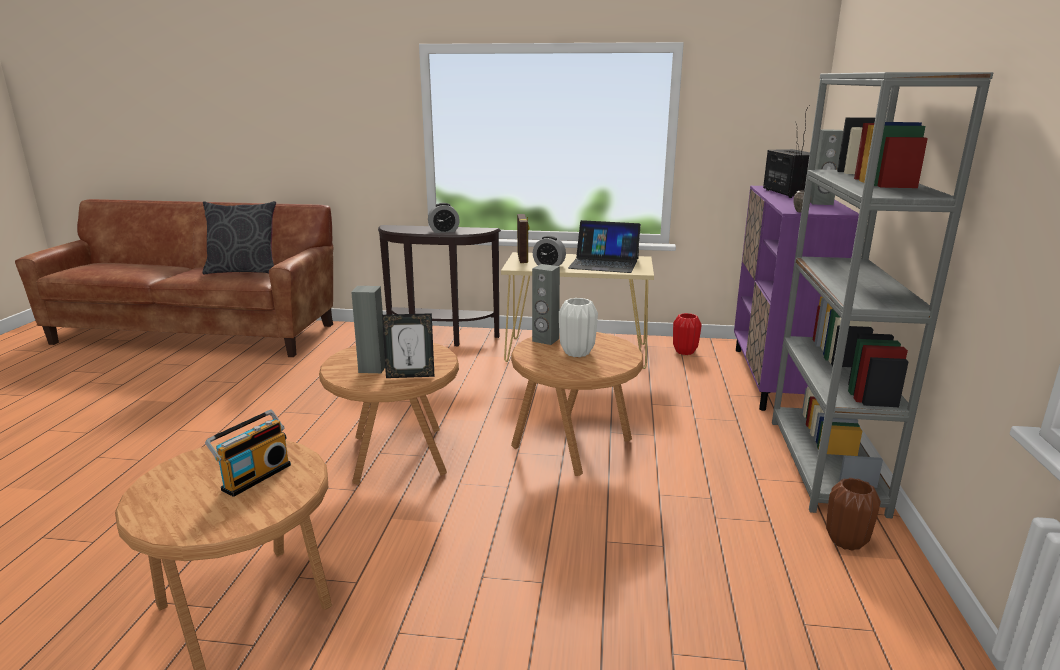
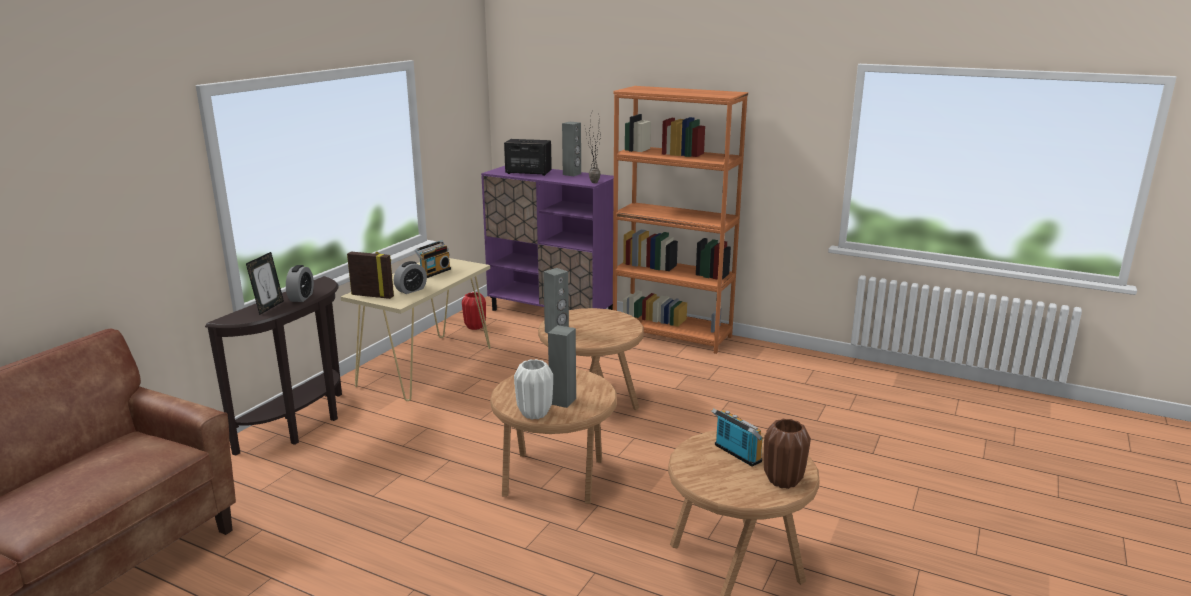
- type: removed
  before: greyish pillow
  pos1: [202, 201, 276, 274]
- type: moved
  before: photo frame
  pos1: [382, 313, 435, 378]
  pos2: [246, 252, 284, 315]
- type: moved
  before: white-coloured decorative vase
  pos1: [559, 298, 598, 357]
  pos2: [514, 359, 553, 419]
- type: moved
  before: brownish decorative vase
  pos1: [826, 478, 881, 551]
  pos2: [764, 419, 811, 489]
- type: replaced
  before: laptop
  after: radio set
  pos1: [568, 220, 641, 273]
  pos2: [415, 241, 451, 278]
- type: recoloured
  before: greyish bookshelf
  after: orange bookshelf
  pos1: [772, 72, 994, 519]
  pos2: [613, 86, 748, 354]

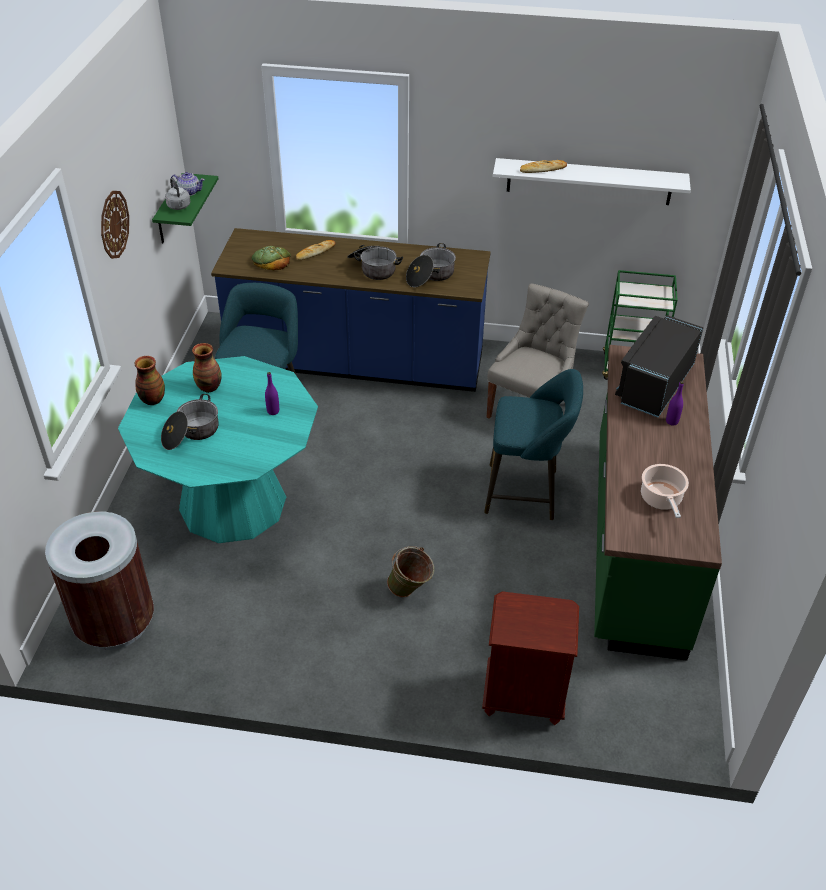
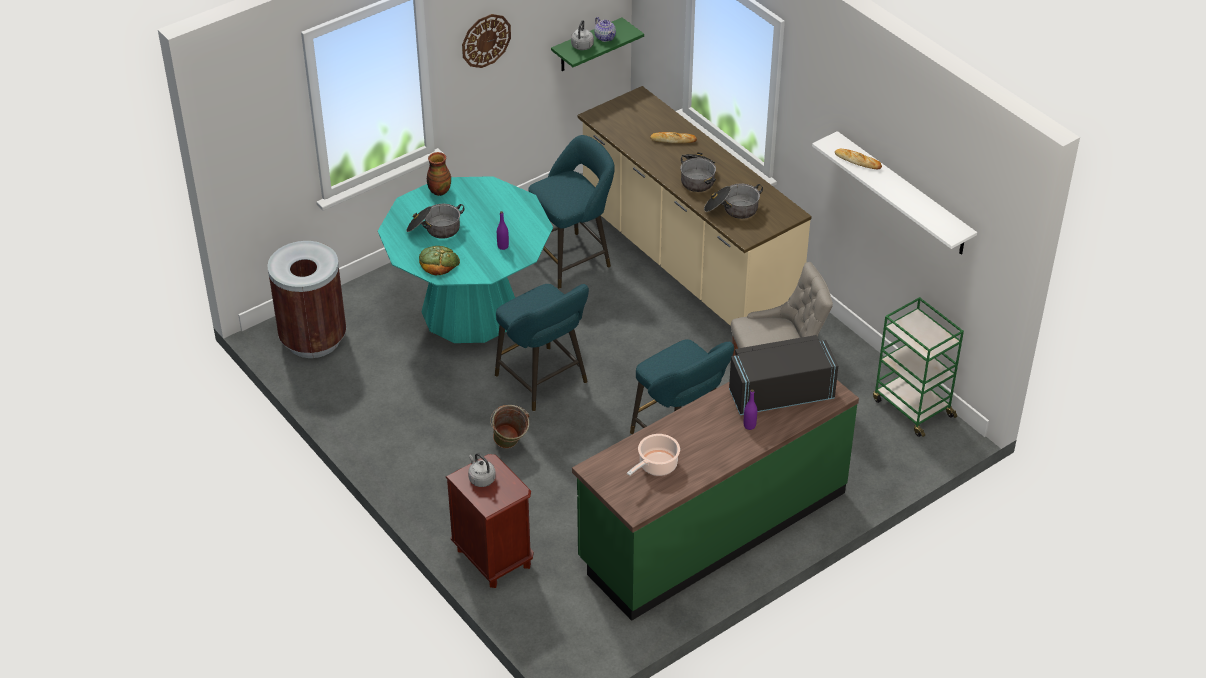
- type: removed
  before: decorative vase
  pos1: [192, 343, 222, 392]
- type: added
  after: greyish water kettle
  pos2: [468, 453, 496, 487]
- type: added
  after: turquoise stool
  pos2: [495, 284, 589, 411]
- type: moved
  before: bakery bread
  pos1: [251, 246, 291, 270]
  pos2: [419, 246, 460, 275]
- type: recoloured
  before: blue-coloured kitchen counter
  after: sand-coloured kitchen counter
  pos1: [211, 228, 491, 392]
  pos2: [578, 86, 812, 326]

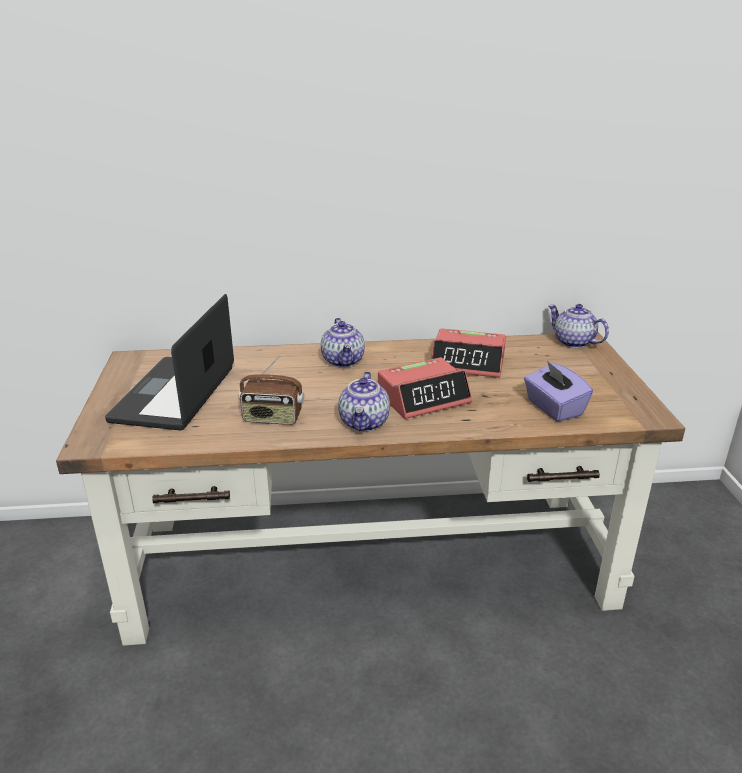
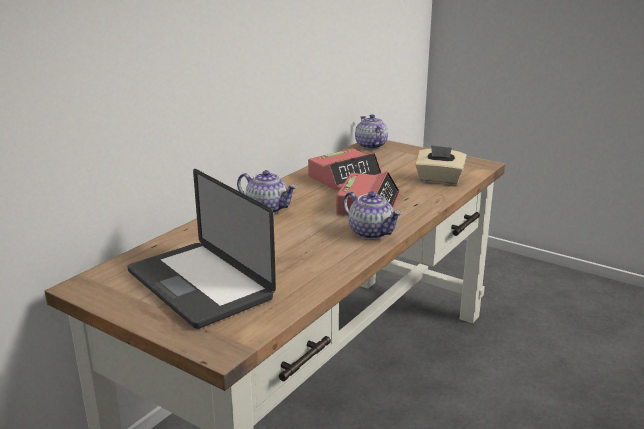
- type: removed
  before: radio set
  pos1: [238, 355, 304, 425]
- type: recoloured
  before: purplish tissue holder
  after: sand-coloured tissue holder
  pos1: [524, 361, 593, 422]
  pos2: [415, 145, 467, 185]
- type: turned
  before: teapot
  pos1: [548, 304, 609, 348]
  pos2: [355, 114, 388, 149]
  turn: 75

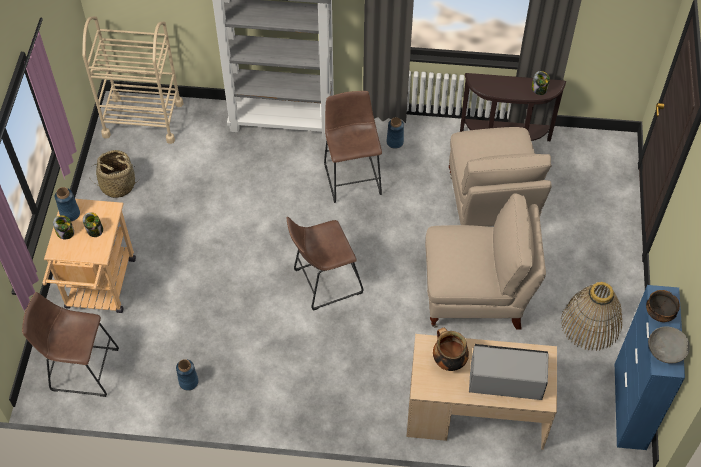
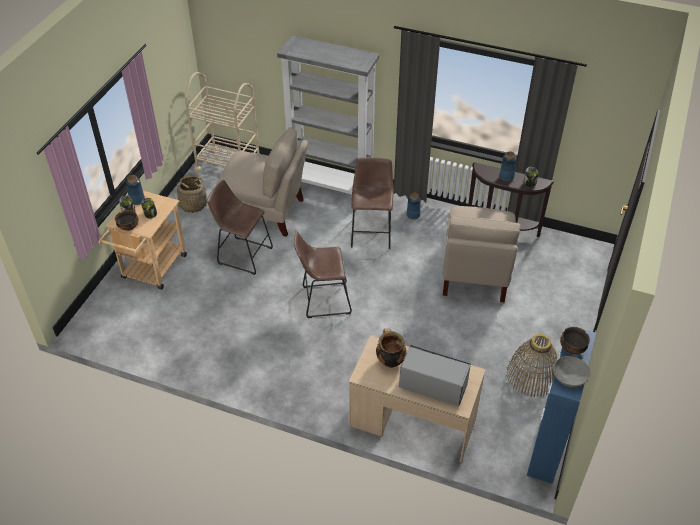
- type: added
  after: deep dish
  pos2: [115, 210, 139, 231]
- type: moved
  before: brownish stool
  pos1: [22, 292, 119, 397]
  pos2: [207, 180, 273, 275]
- type: moved
  before: blue-coloured decorative vase
  pos1: [176, 359, 199, 391]
  pos2: [499, 151, 517, 181]
- type: moved
  before: sand-coloured plain chair
  pos1: [425, 193, 546, 329]
  pos2: [216, 127, 308, 237]

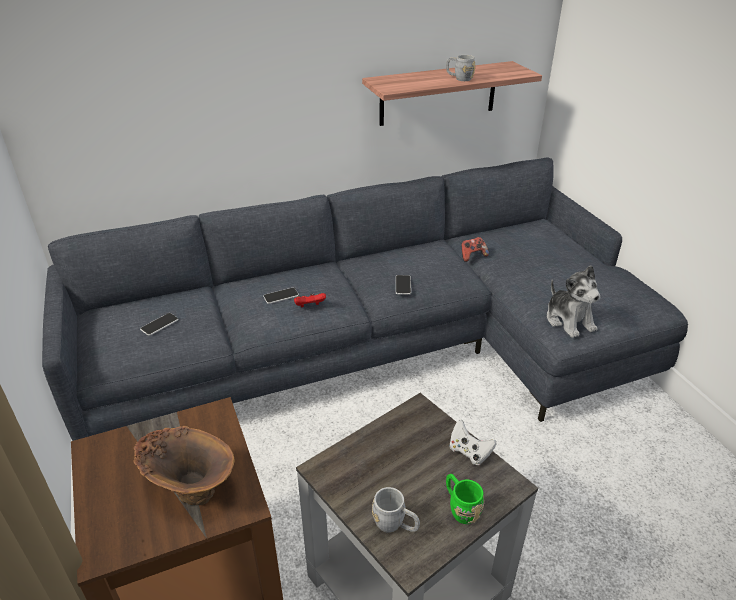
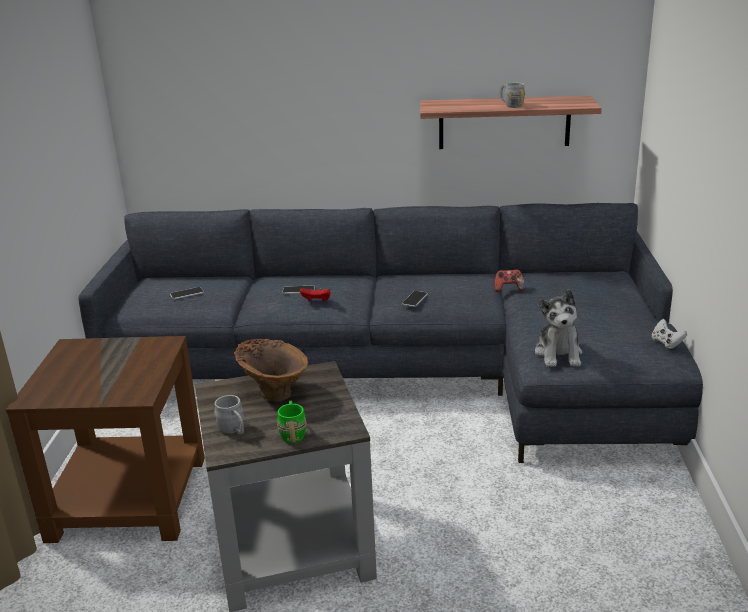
- type: moved
  before: brownish decorative vase
  pos1: [133, 426, 235, 505]
  pos2: [234, 339, 308, 402]
- type: moved
  before: white-coloured game controller
  pos1: [449, 420, 497, 465]
  pos2: [652, 319, 687, 349]

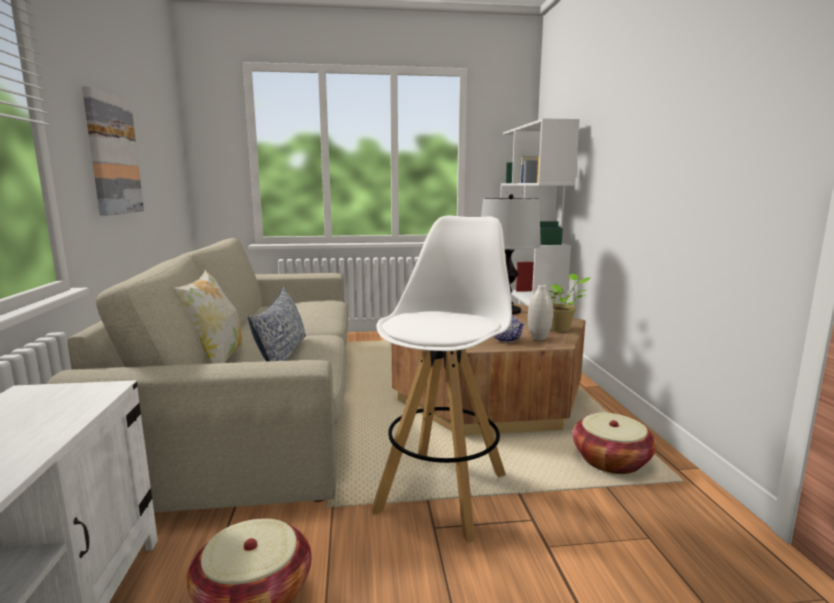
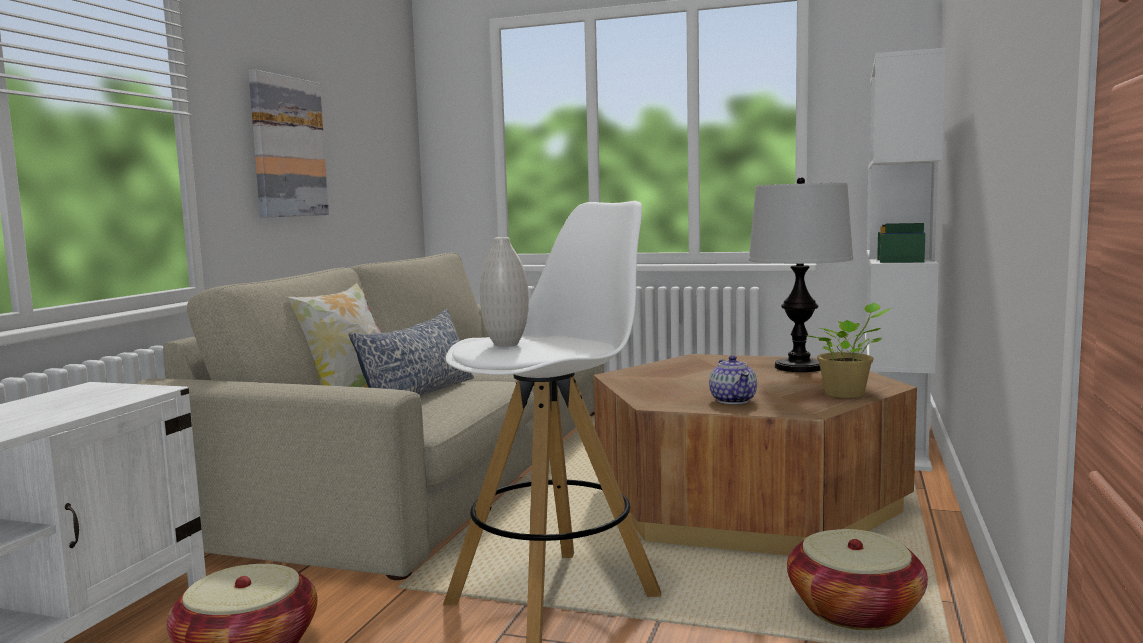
- type: moved
  before: white-coloured decorative vase
  pos1: [528, 285, 553, 340]
  pos2: [480, 237, 529, 347]

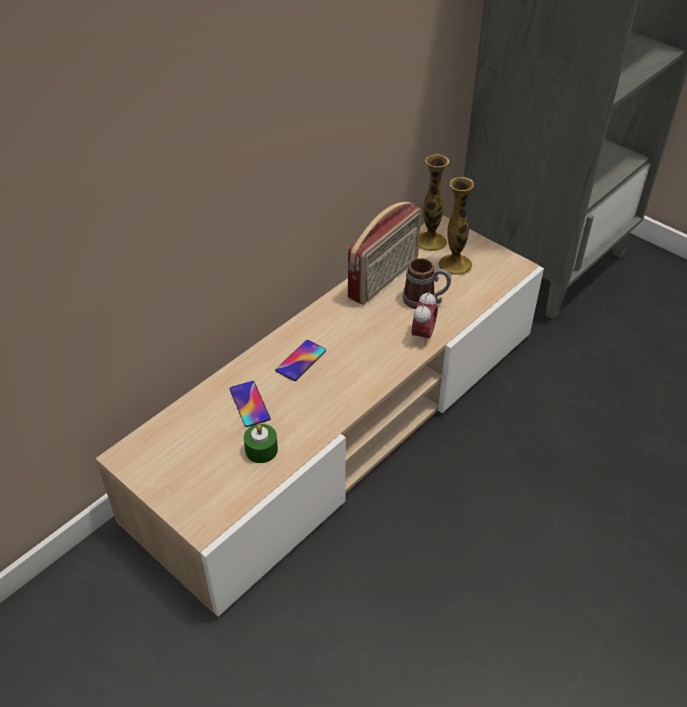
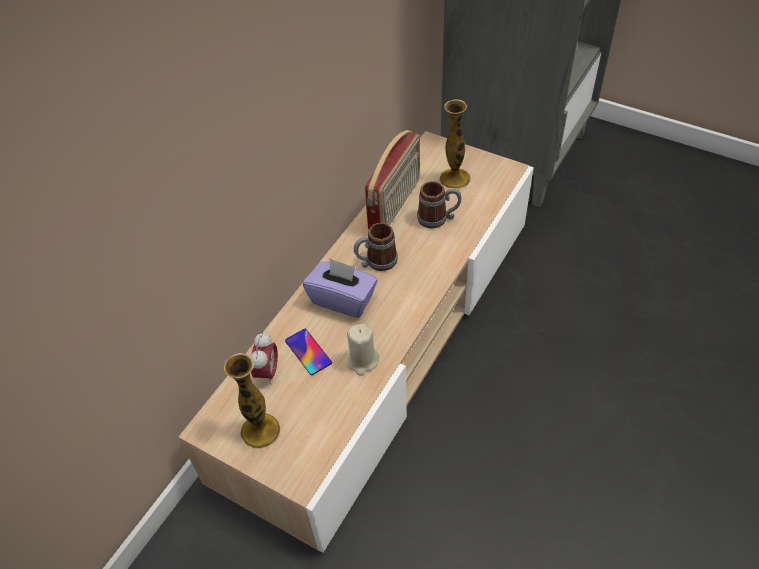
- type: removed
  before: green-coloured candle
  pos1: [244, 424, 278, 463]
- type: added
  after: sand-coloured candle
  pos2: [347, 323, 379, 376]
- type: added
  after: mug
  pos2: [354, 222, 398, 271]
- type: moved
  before: alarm clock
  pos1: [412, 291, 438, 346]
  pos2: [250, 332, 278, 385]
- type: moved
  before: decorative vase
  pos1: [419, 154, 449, 252]
  pos2: [224, 353, 280, 449]
- type: replaced
  before: telephone
  after: purplish tissue holder
  pos1: [275, 340, 326, 381]
  pos2: [303, 258, 378, 318]

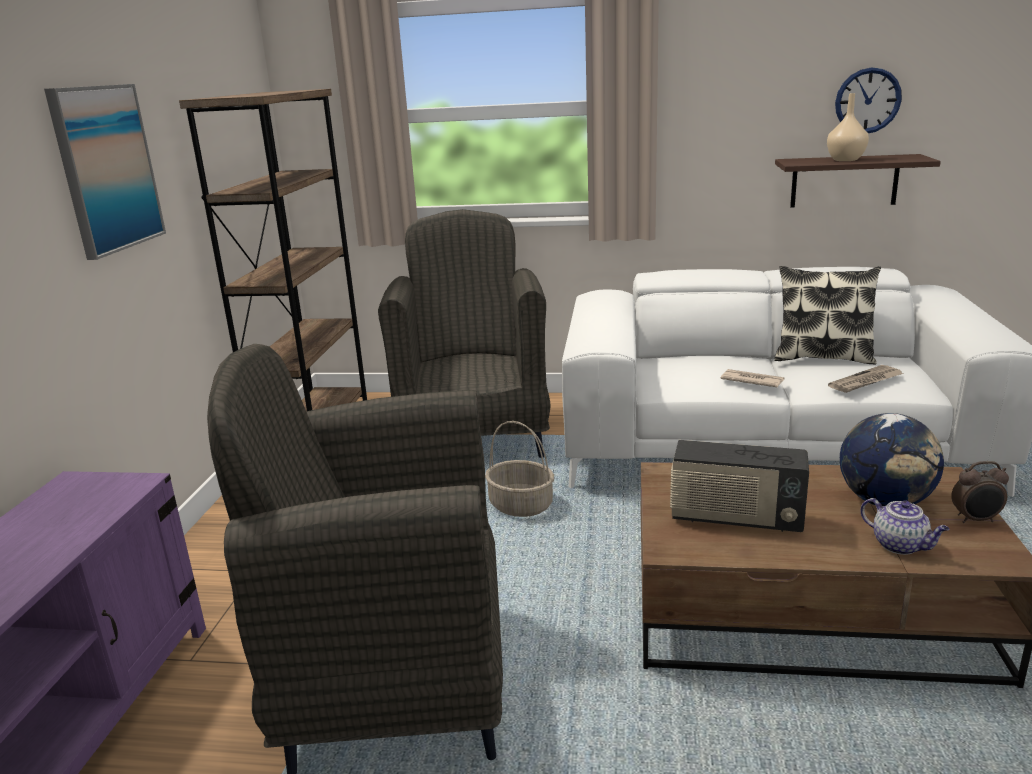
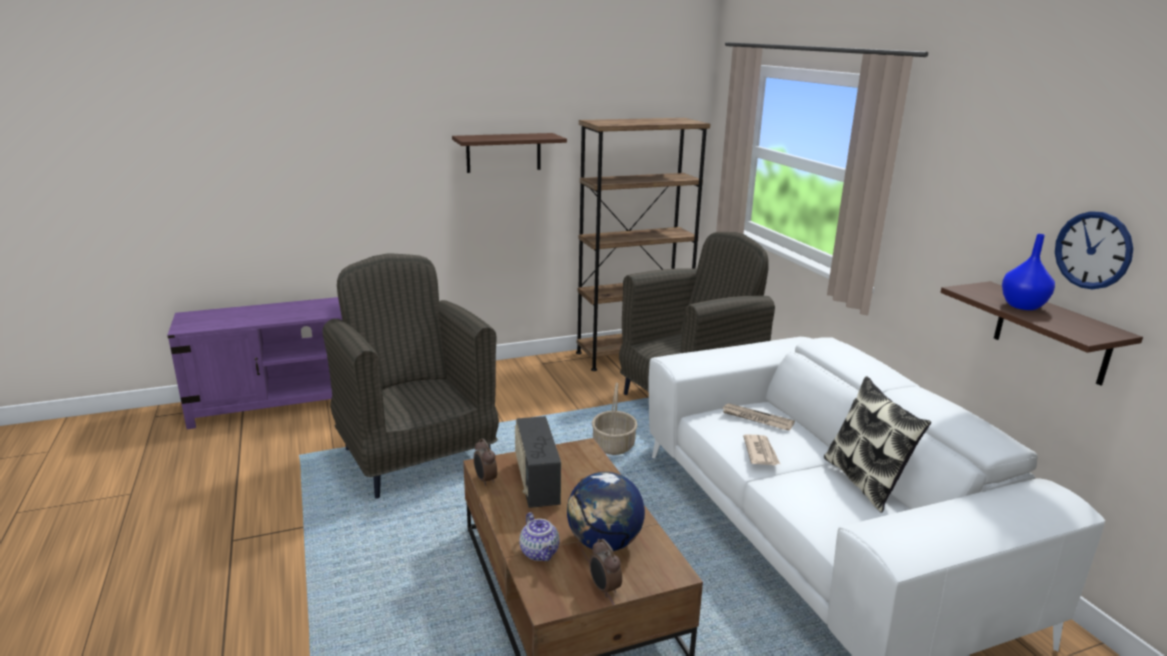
- type: added
  after: alarm clock
  pos2: [474, 439, 497, 486]
- type: moved
  before: daily paper
  pos1: [828, 365, 904, 393]
  pos2: [722, 403, 795, 431]
- type: replaced
  before: wall art
  after: wall shelf
  pos1: [44, 84, 166, 260]
  pos2: [452, 133, 567, 173]
- type: recoloured
  before: sand-coloured decorative vase
  after: blue-coloured decorative vase
  pos1: [827, 93, 869, 161]
  pos2: [1002, 234, 1055, 310]
- type: turned
  before: teapot
  pos1: [861, 498, 949, 555]
  pos2: [519, 512, 560, 561]
  turn: -45

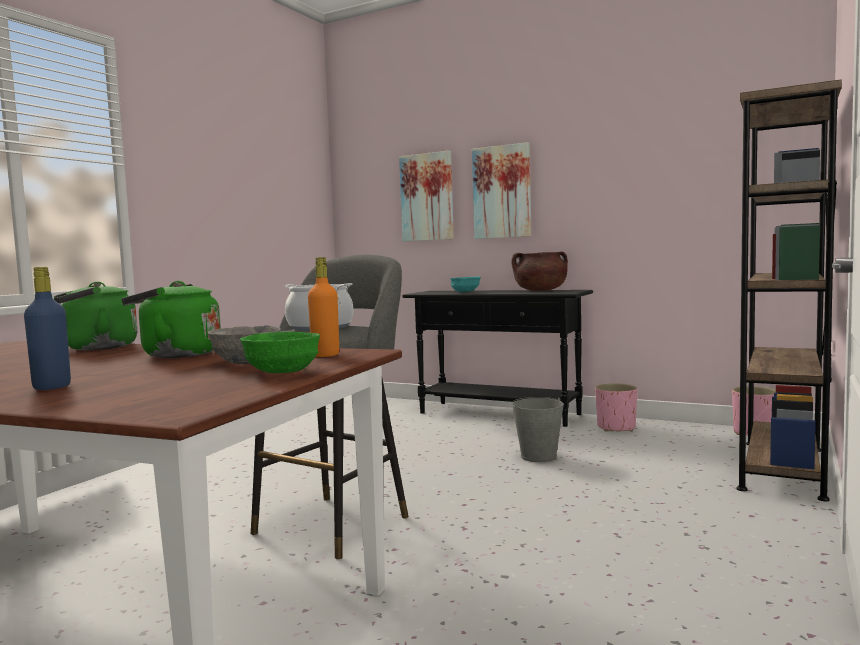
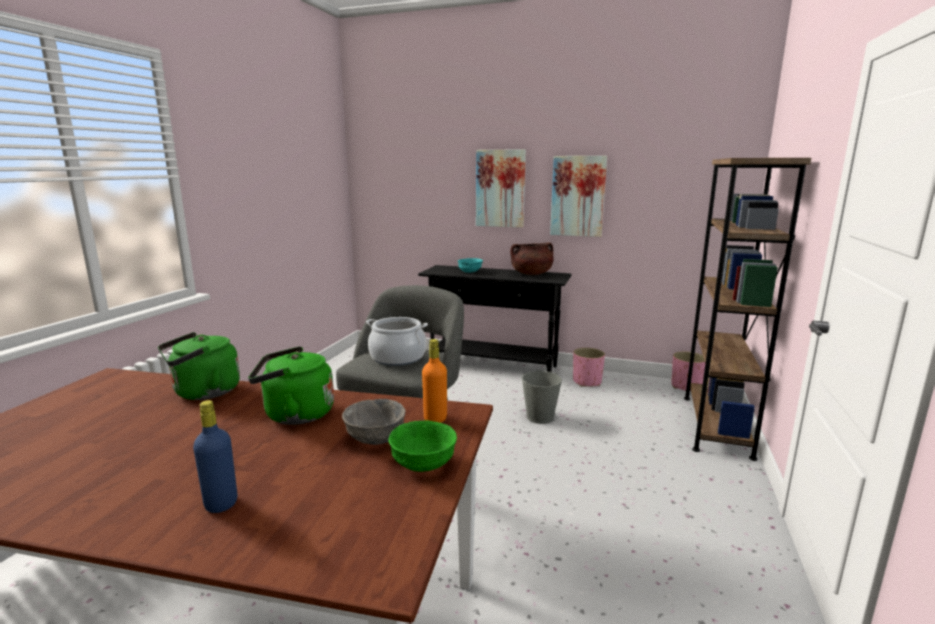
- type: moved
  before: wall art
  pos1: [399, 151, 454, 241]
  pos2: [550, 156, 607, 237]

